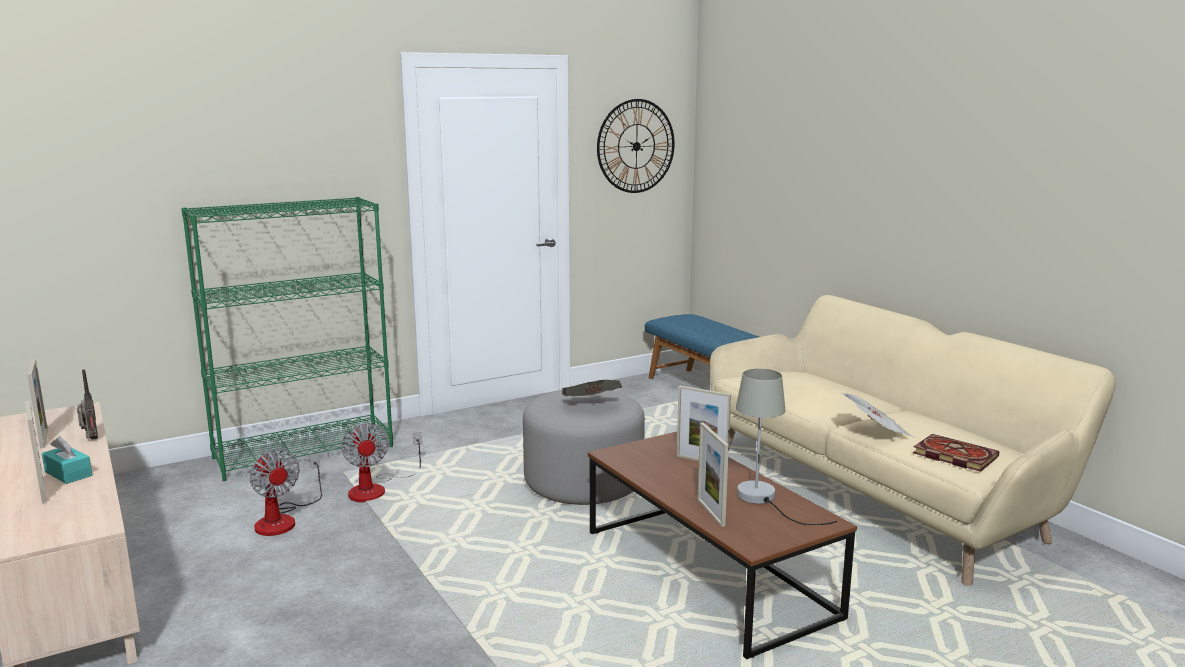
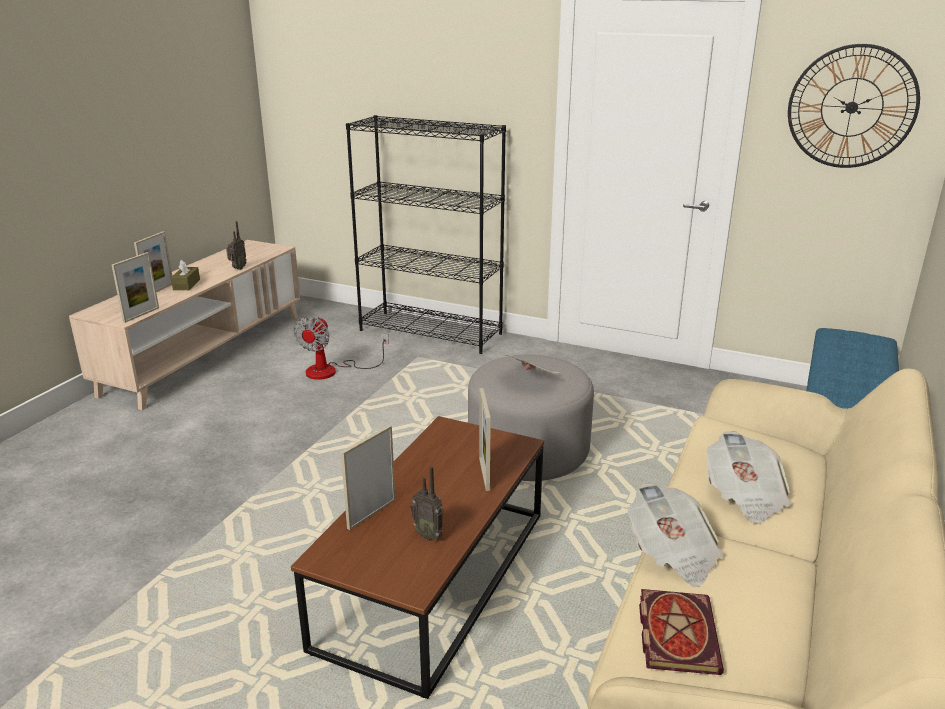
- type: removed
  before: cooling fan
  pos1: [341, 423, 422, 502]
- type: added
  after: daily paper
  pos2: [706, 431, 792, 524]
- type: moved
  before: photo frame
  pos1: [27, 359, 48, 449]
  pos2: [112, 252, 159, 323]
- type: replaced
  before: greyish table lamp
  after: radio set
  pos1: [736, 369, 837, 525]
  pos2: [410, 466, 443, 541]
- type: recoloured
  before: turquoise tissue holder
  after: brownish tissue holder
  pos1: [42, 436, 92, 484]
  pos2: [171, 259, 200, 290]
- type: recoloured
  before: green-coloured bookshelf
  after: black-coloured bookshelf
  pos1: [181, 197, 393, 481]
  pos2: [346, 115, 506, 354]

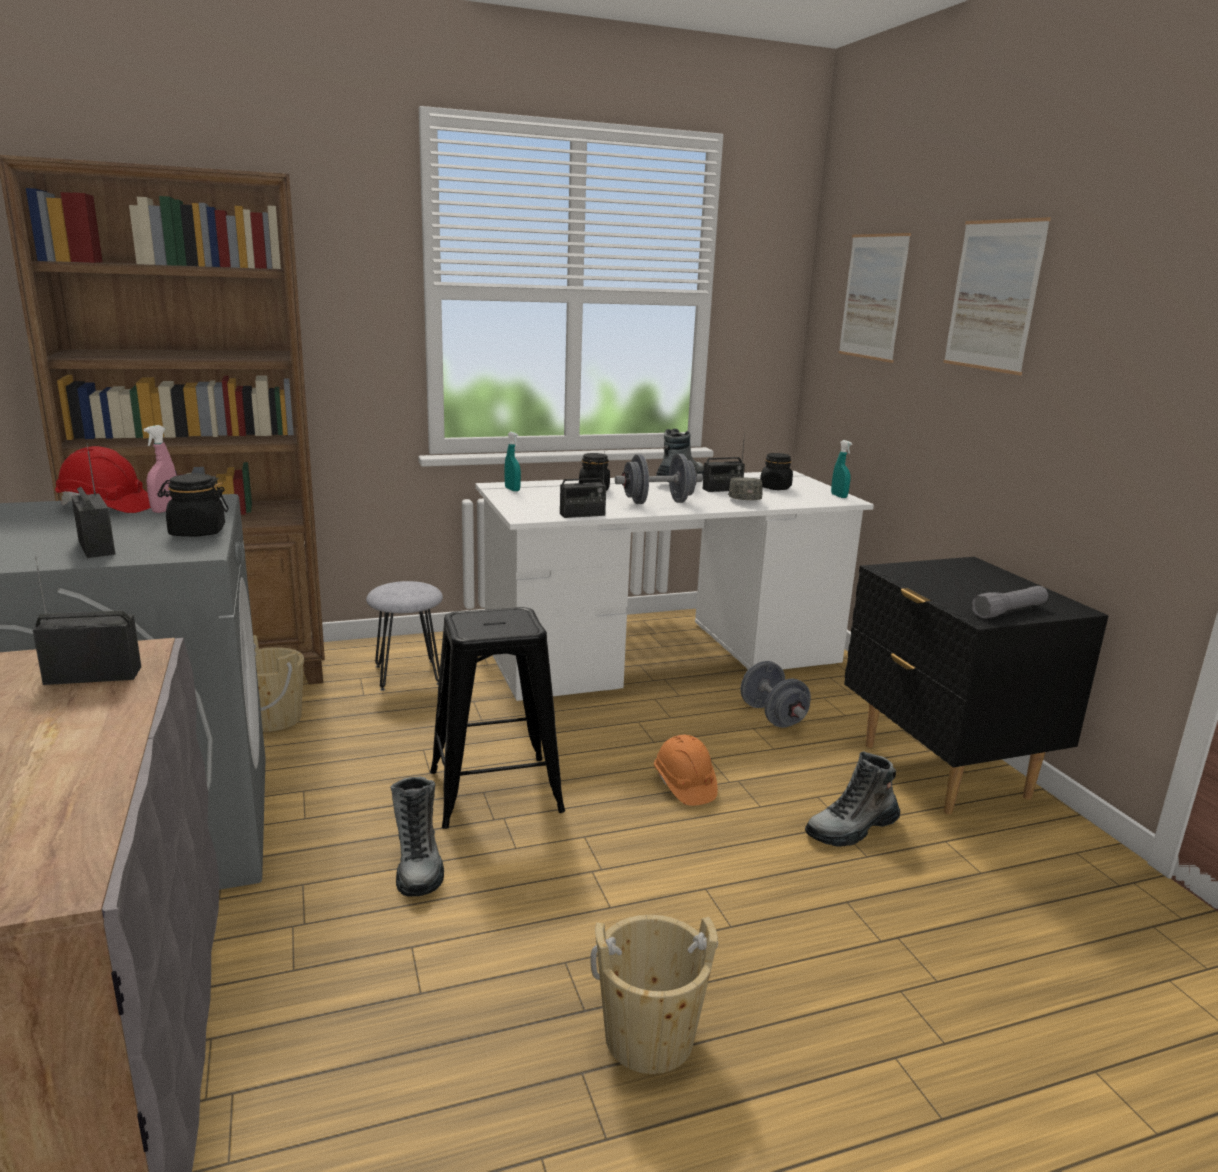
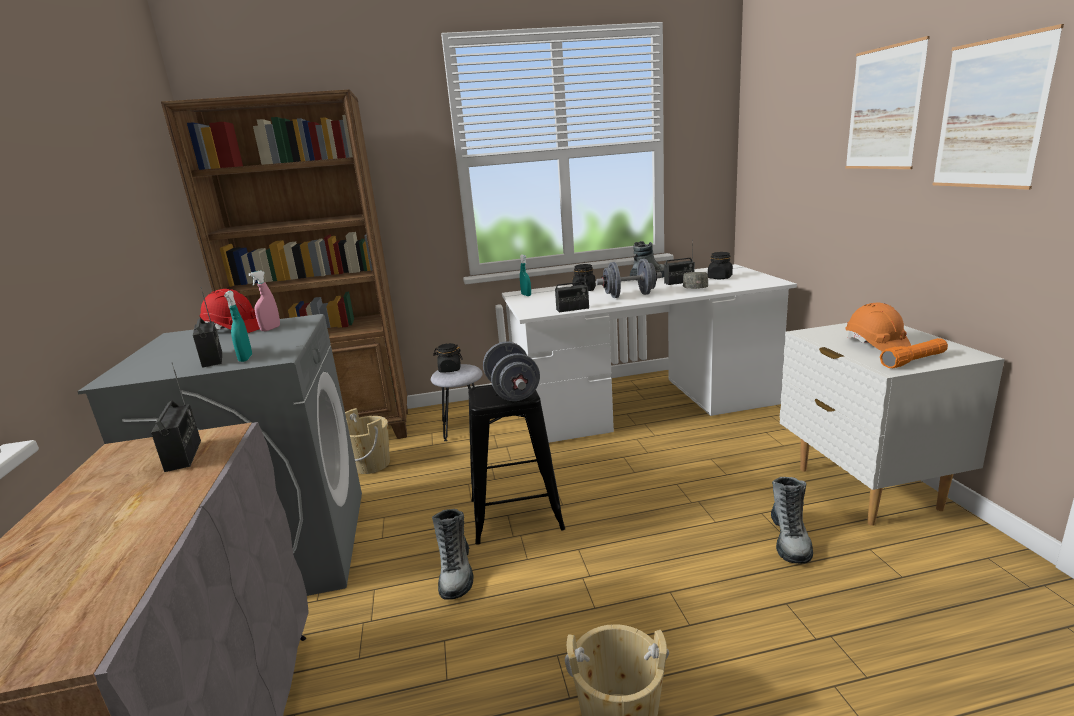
- type: moved
  before: black-coloured storage jar
  pos1: [157, 474, 229, 537]
  pos2: [433, 343, 463, 373]
- type: moved
  before: orange hard hat
  pos1: [654, 735, 718, 806]
  pos2: [846, 303, 911, 352]
- type: moved
  before: greyish hand weight
  pos1: [740, 661, 811, 728]
  pos2: [483, 342, 540, 401]
- type: moved
  before: turquoise hand sprayer
  pos1: [831, 440, 852, 498]
  pos2: [224, 290, 252, 362]
- type: moved
  before: wall art
  pos1: [838, 233, 911, 363]
  pos2: [933, 24, 1064, 190]
- type: recoloured
  before: black-coloured bedside table
  after: white-coloured bedside table
  pos1: [844, 557, 1109, 814]
  pos2: [780, 323, 1005, 526]
- type: recoloured
  before: greyish flashlight
  after: orange flashlight
  pos1: [972, 586, 1048, 619]
  pos2: [880, 338, 948, 368]
- type: turned
  before: radio set
  pos1: [33, 557, 141, 685]
  pos2: [151, 363, 201, 472]
  turn: 75
- type: turned
  before: tall boot
  pos1: [805, 751, 900, 847]
  pos2: [771, 477, 813, 564]
  turn: -60

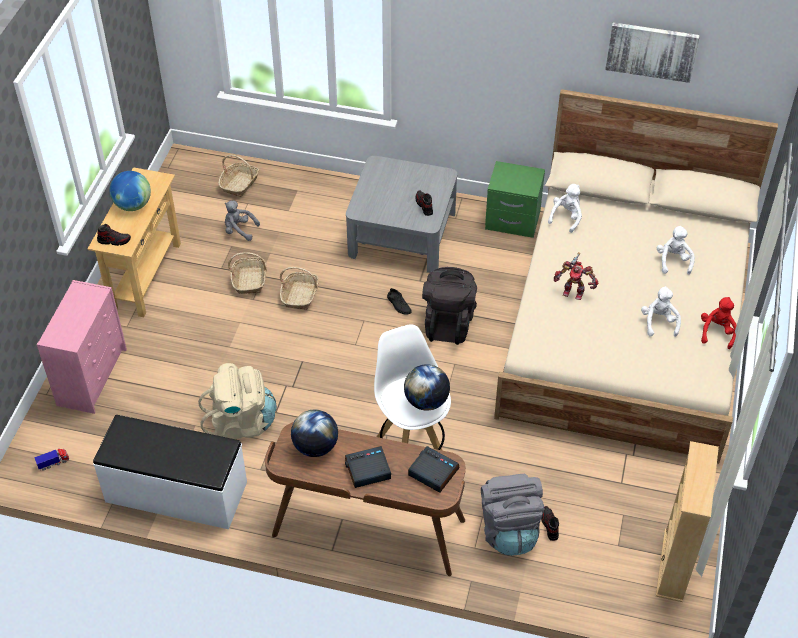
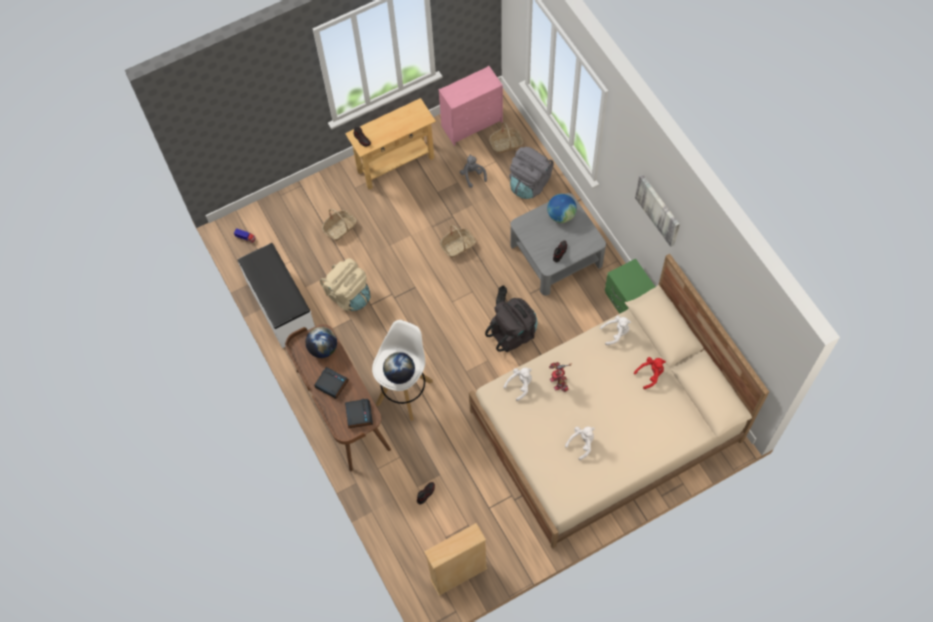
- type: moved
  before: pinkish chest of drawers
  pos1: [37, 280, 127, 414]
  pos2: [439, 66, 503, 146]
- type: moved
  before: globe
  pos1: [110, 171, 151, 211]
  pos2: [547, 194, 577, 223]
- type: moved
  before: basket
  pos1: [228, 252, 267, 294]
  pos2: [322, 209, 357, 241]
- type: moved
  before: greyish knapsack
  pos1: [481, 474, 545, 556]
  pos2: [509, 147, 554, 199]
- type: moved
  before: wall art
  pos1: [605, 22, 700, 83]
  pos2: [635, 174, 680, 247]
- type: moved
  before: white-coloured cuddly toy
  pos1: [657, 226, 695, 275]
  pos2: [503, 367, 532, 401]
- type: moved
  before: red-coloured cuddly toy
  pos1: [701, 297, 737, 349]
  pos2: [634, 357, 666, 389]

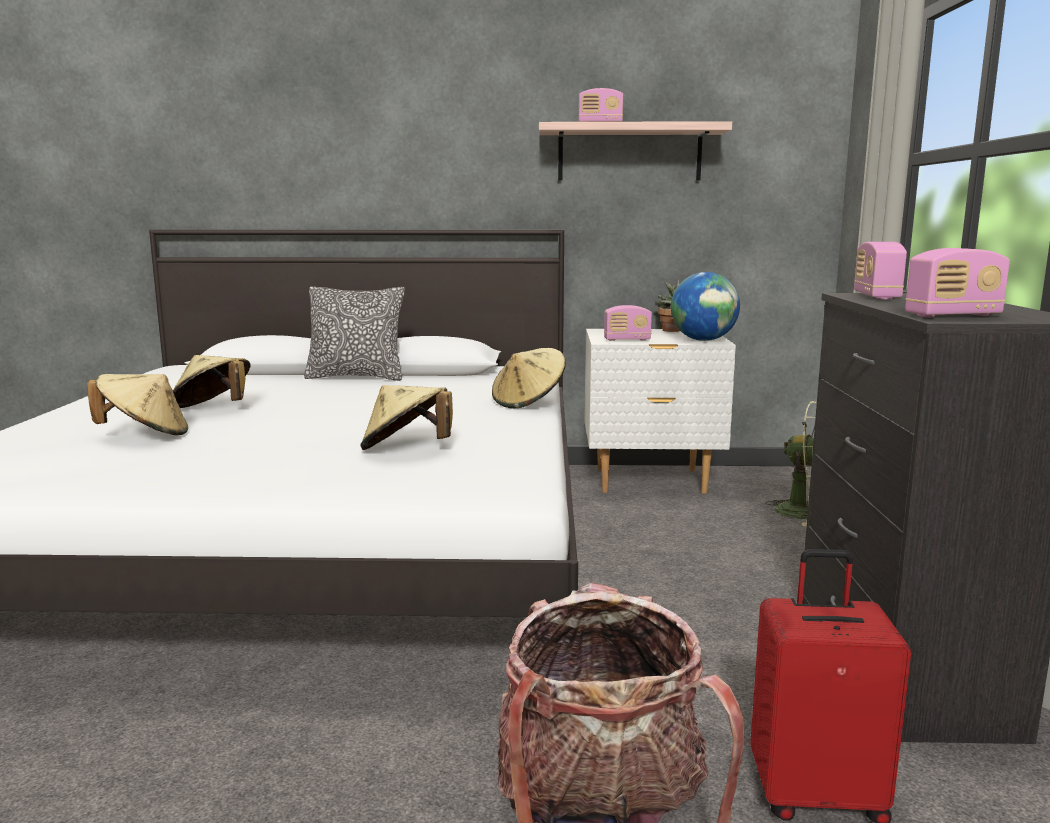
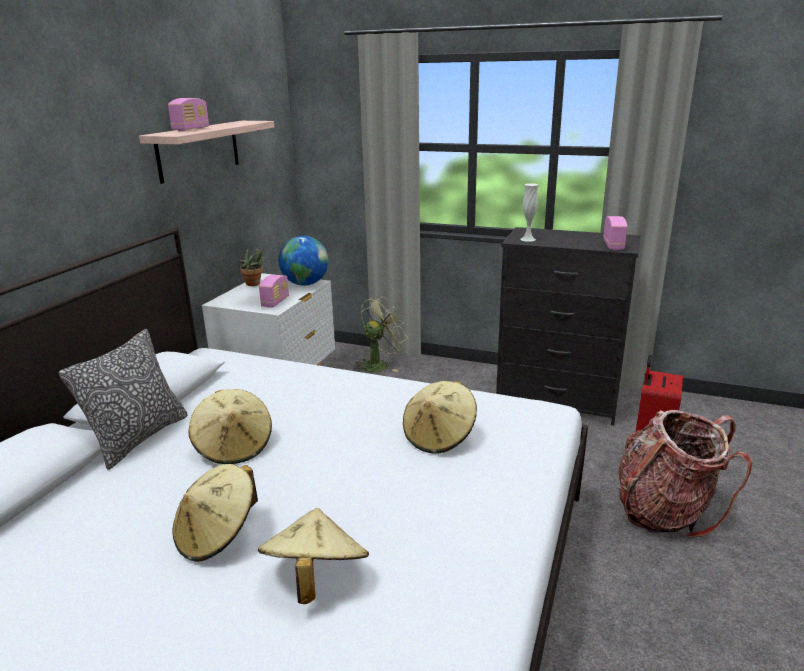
- type: moved
  before: sand-coloured clothing hat
  pos1: [492, 348, 566, 408]
  pos2: [188, 389, 272, 464]
- type: replaced
  before: radio set
  after: white-coloured decorative vase
  pos1: [854, 242, 907, 299]
  pos2: [520, 184, 538, 242]

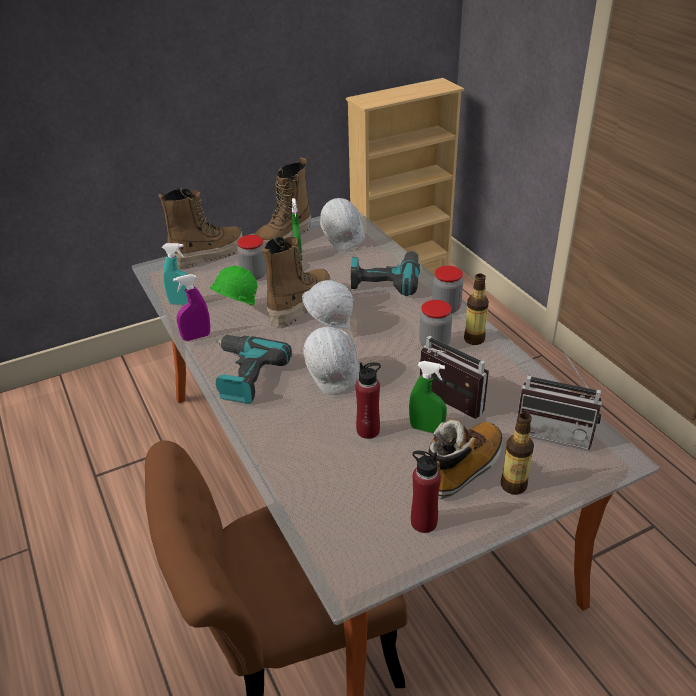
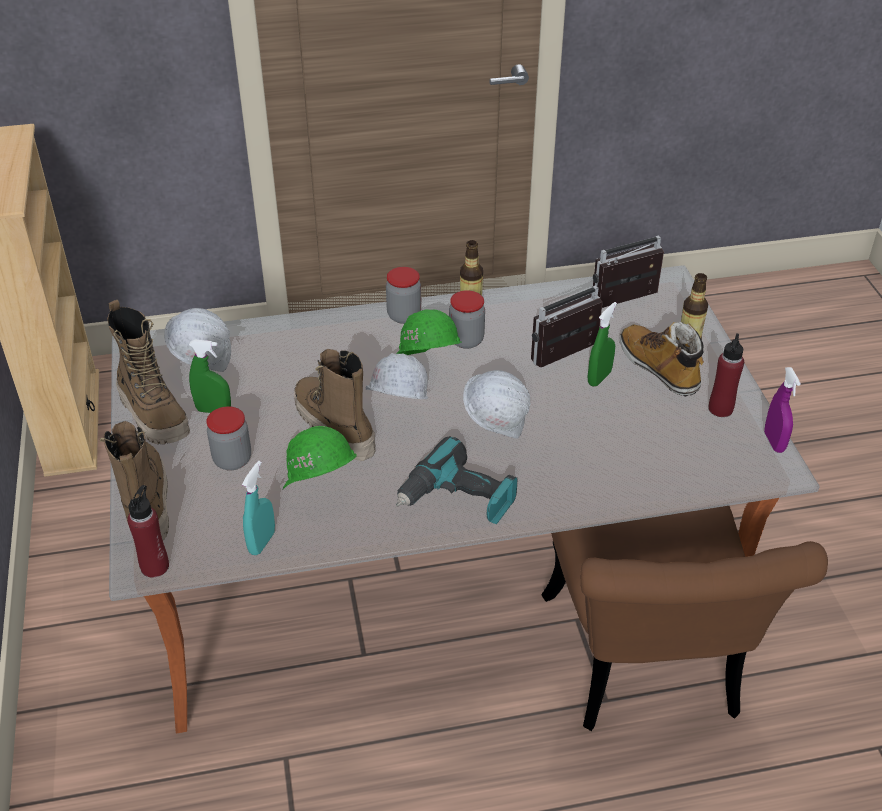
- type: removed
  before: drill
  pos1: [351, 251, 420, 296]
- type: added
  after: green-coloured hard hat
  pos2: [365, 309, 462, 361]
- type: moved
  before: purplish hand sprayer
  pos1: [173, 274, 210, 341]
  pos2: [764, 367, 801, 453]
- type: moved
  before: red-coloured beverage bottle
  pos1: [356, 362, 381, 439]
  pos2: [127, 485, 169, 578]
- type: turned
  before: radio set
  pos1: [516, 349, 602, 450]
  pos2: [593, 236, 664, 308]
  turn: -150

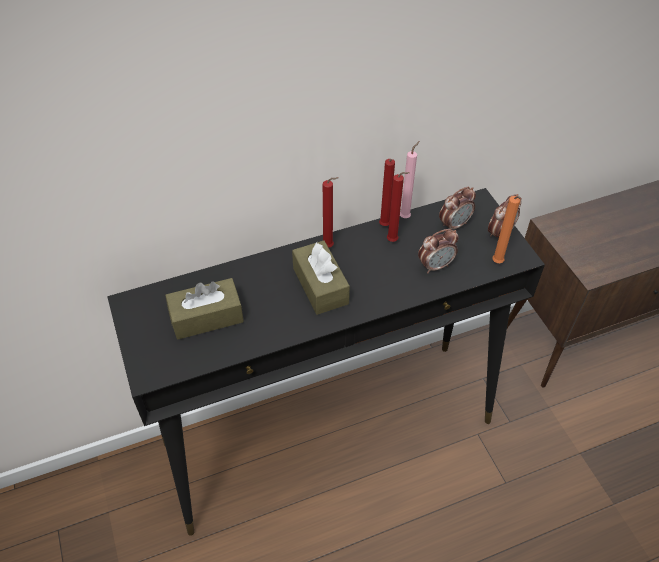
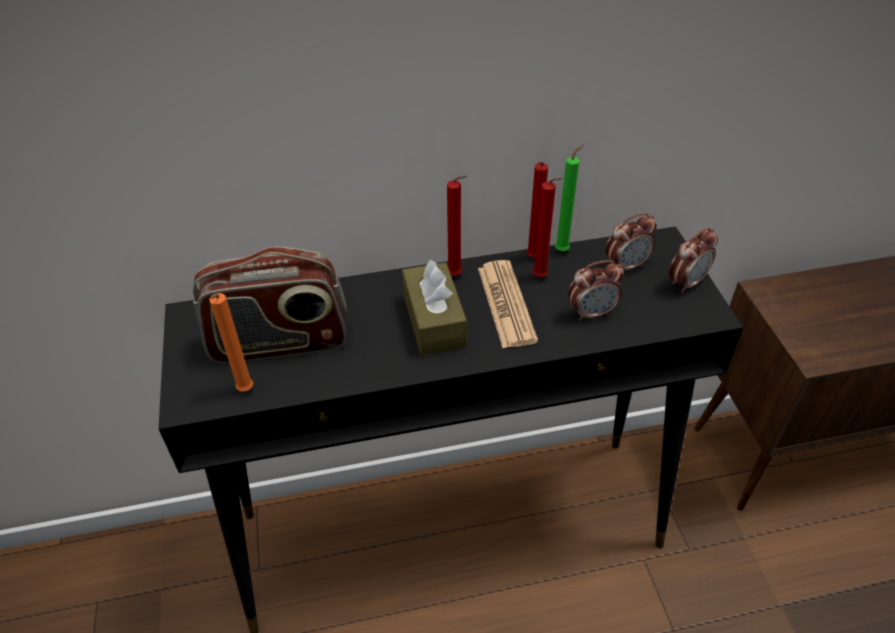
- type: added
  after: daily paper
  pos2: [478, 260, 538, 348]
- type: moved
  before: orange candle
  pos1: [492, 196, 522, 263]
  pos2: [210, 293, 253, 392]
- type: replaced
  before: brownish tissue holder
  after: radio set
  pos1: [165, 278, 244, 340]
  pos2: [193, 246, 347, 363]
- type: recoloured
  before: pinkish candle
  after: green-coloured candle
  pos1: [400, 141, 420, 218]
  pos2: [555, 144, 584, 251]

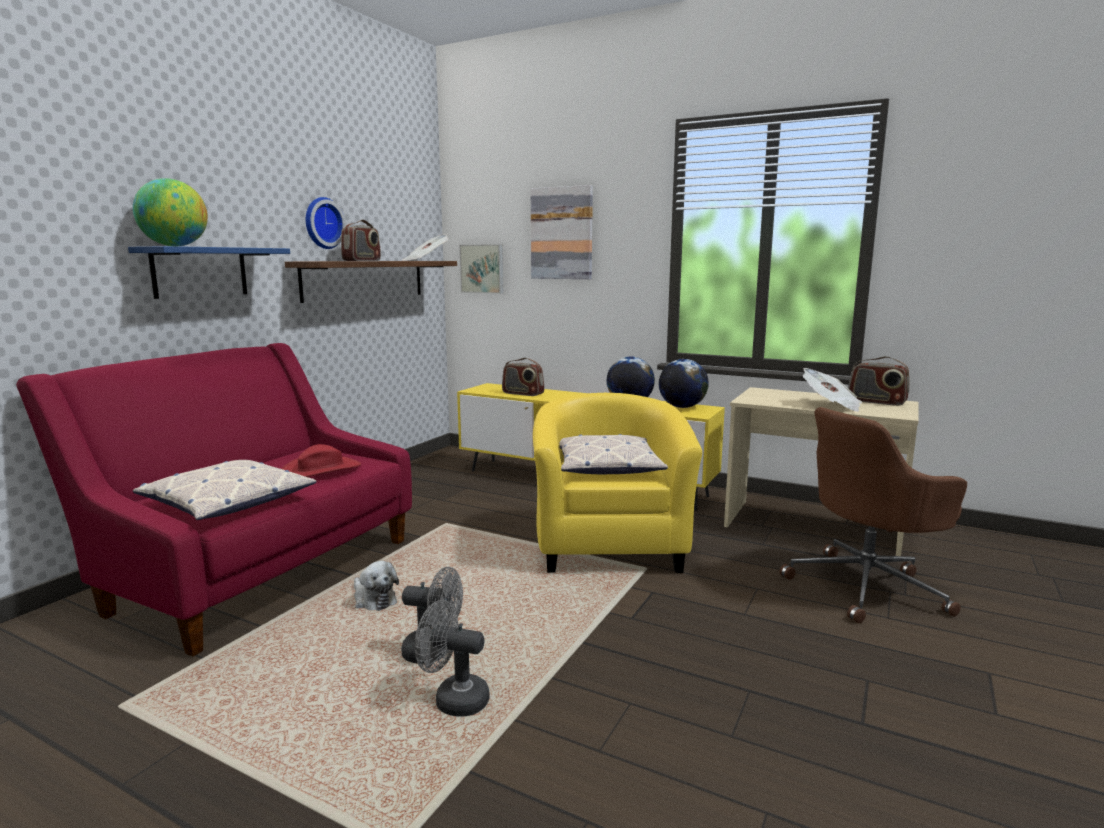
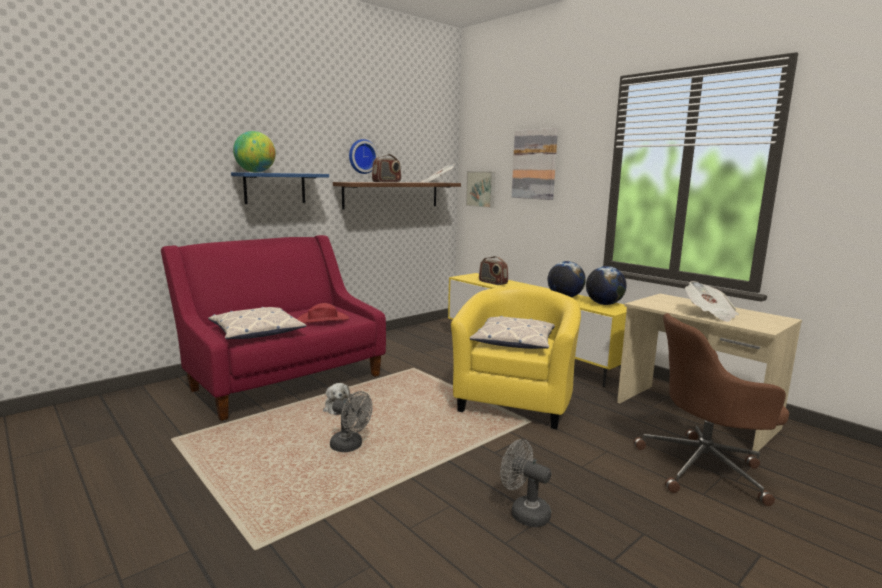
- type: removed
  before: radio set
  pos1: [848, 356, 910, 406]
- type: moved
  before: greyish cooling fan
  pos1: [415, 600, 489, 717]
  pos2: [500, 439, 551, 527]

